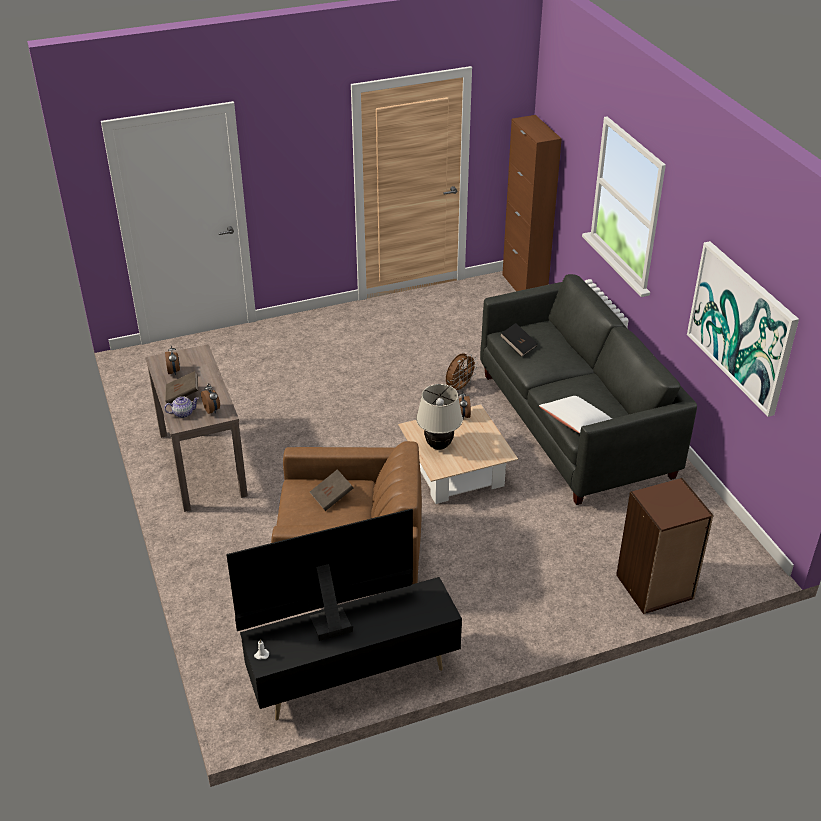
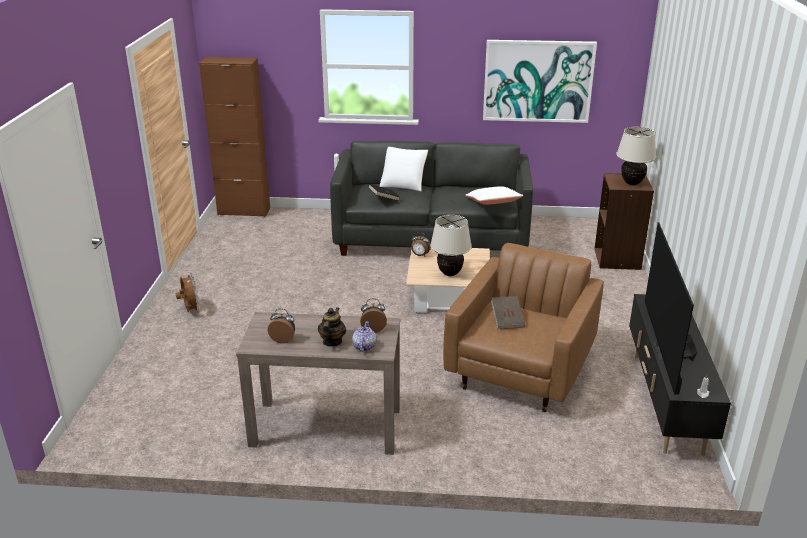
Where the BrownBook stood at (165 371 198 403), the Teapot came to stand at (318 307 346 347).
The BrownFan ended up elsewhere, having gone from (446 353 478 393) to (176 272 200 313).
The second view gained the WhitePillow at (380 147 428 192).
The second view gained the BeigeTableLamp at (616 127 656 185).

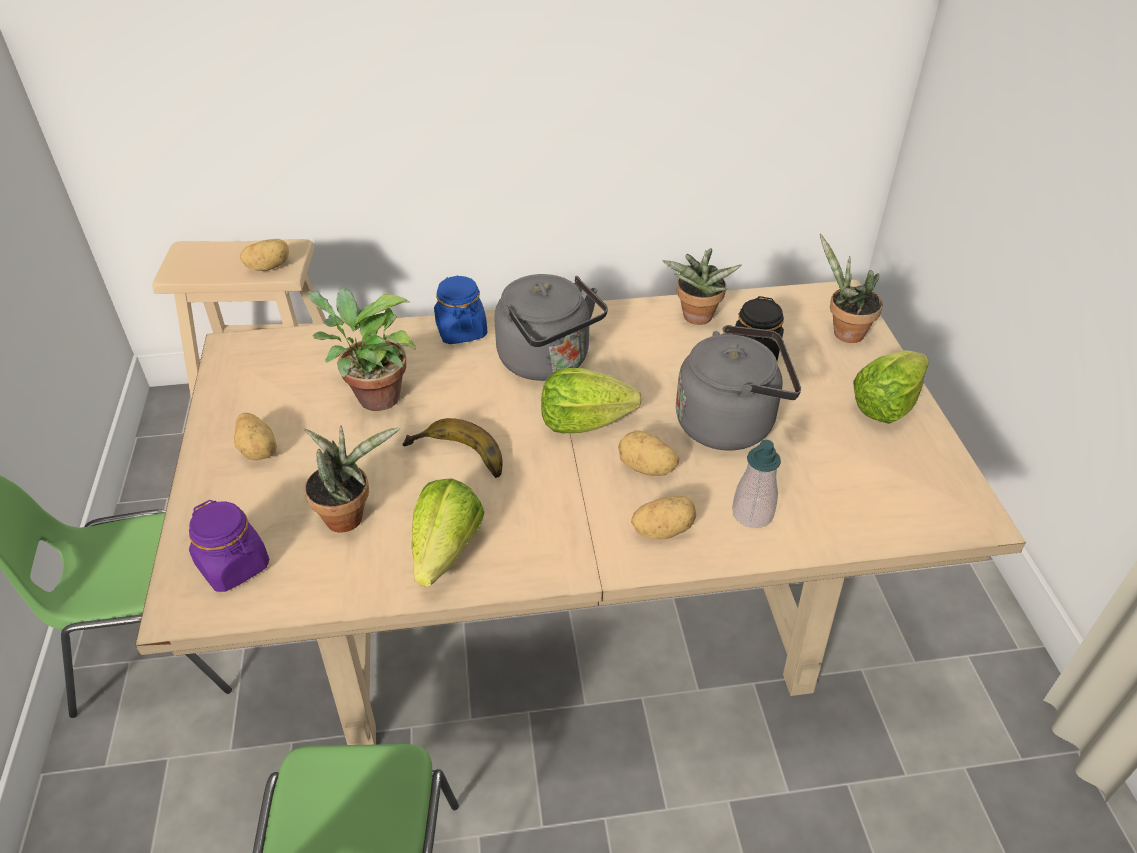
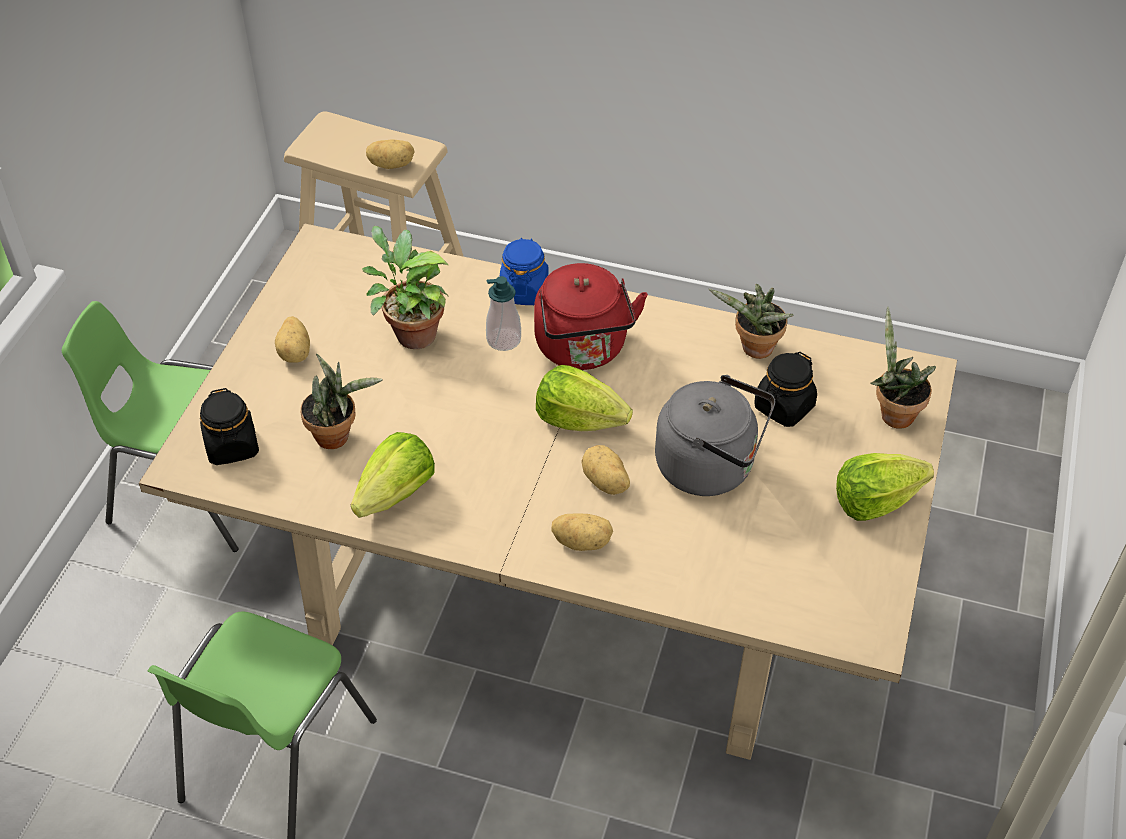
What was the PurpleJar at (189 500 269 592) turned into the BlackJar at (200 388 259 465).
The second view lost the Banana at (402 418 503 478).
What was the GreyKettle at (494 274 608 381) turned into the RedKettle at (534 263 648 370).
The SoapDispenser ended up elsewhere, having gone from (732 440 781 528) to (486 276 521 351).

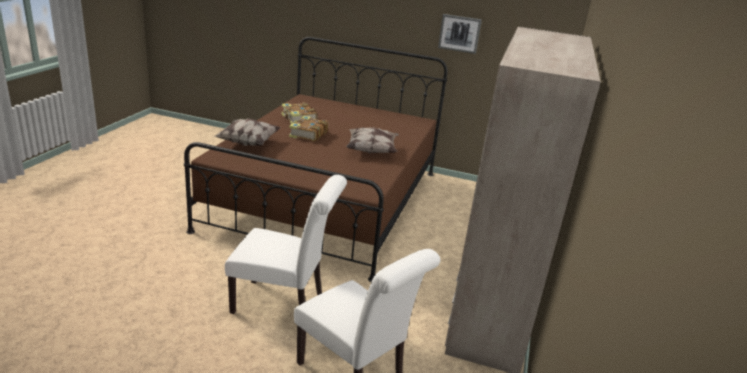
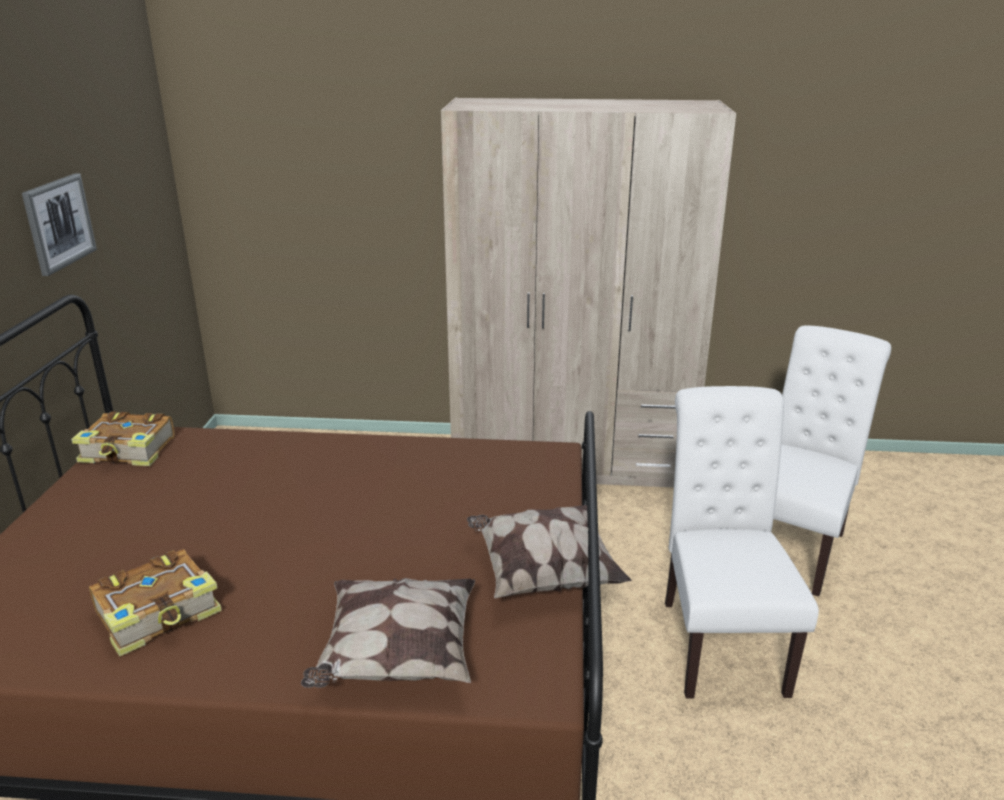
The Book ended up elsewhere, having gone from (289 116 328 142) to (71 411 175 466).
The Pillow ended up elsewhere, having gone from (346 127 399 154) to (467 505 632 598).

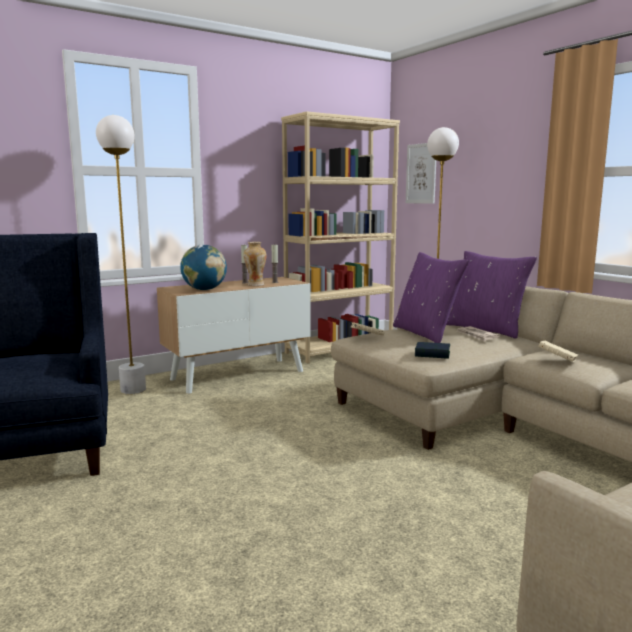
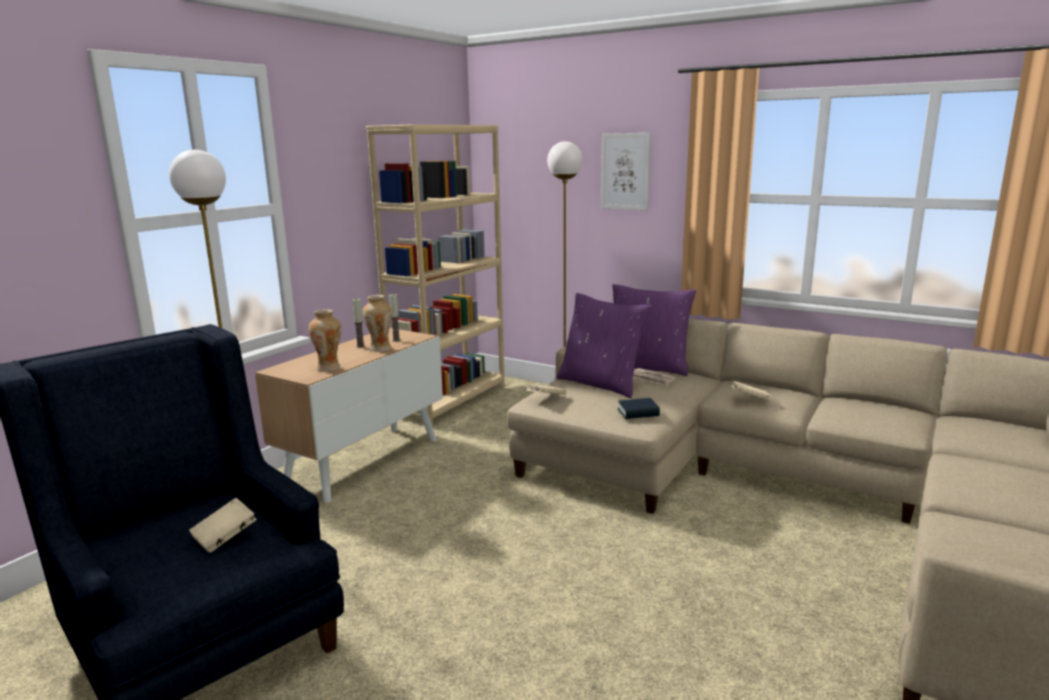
Where the Globe stood at (180 245 227 290), the Vase came to stand at (309 309 341 371).
The Picture ended up elsewhere, having gone from (406 143 436 204) to (601 133 651 210).
The second view gained the BeigeBook at (189 498 256 553).

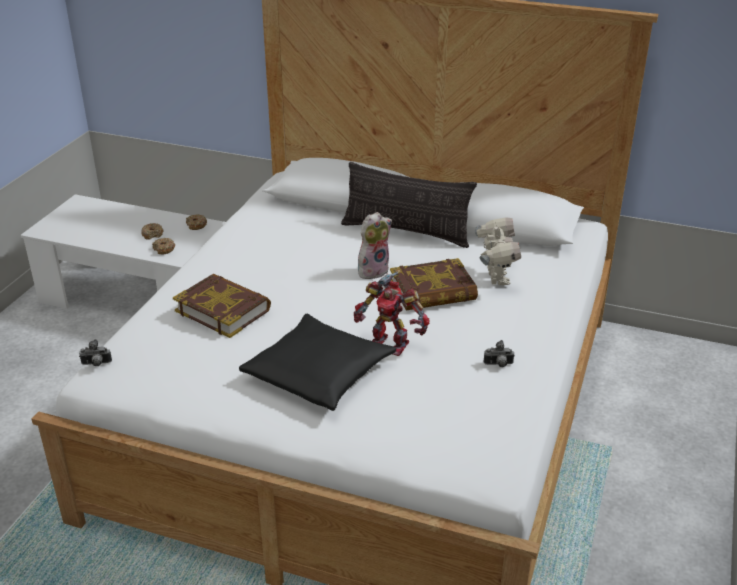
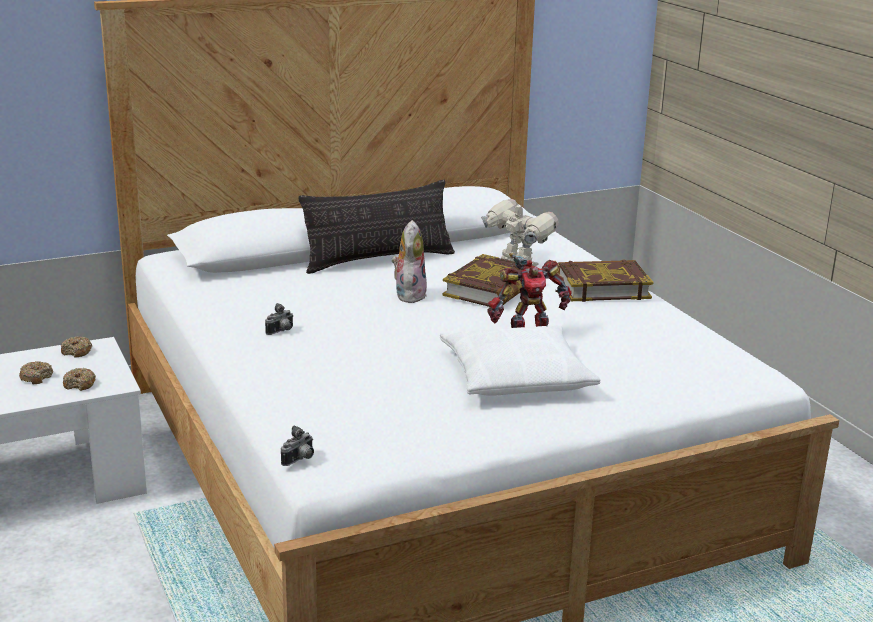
The Book ended up elsewhere, having gone from (173 274 271 338) to (558 259 653 302).
What was the BlackPillow at (239 314 396 411) turned into the WhitePillow at (440 325 601 396).
The PhotoCamera ended up elsewhere, having gone from (483 340 515 367) to (265 303 294 335).

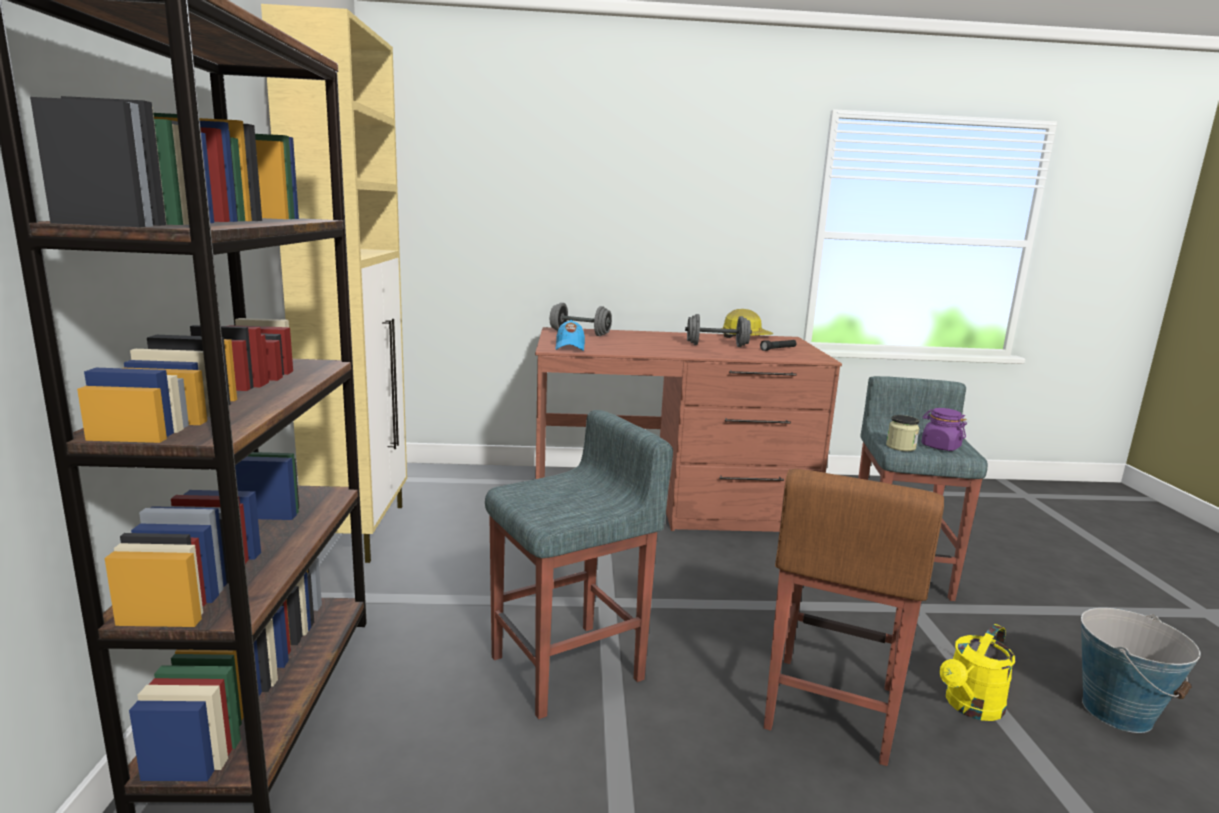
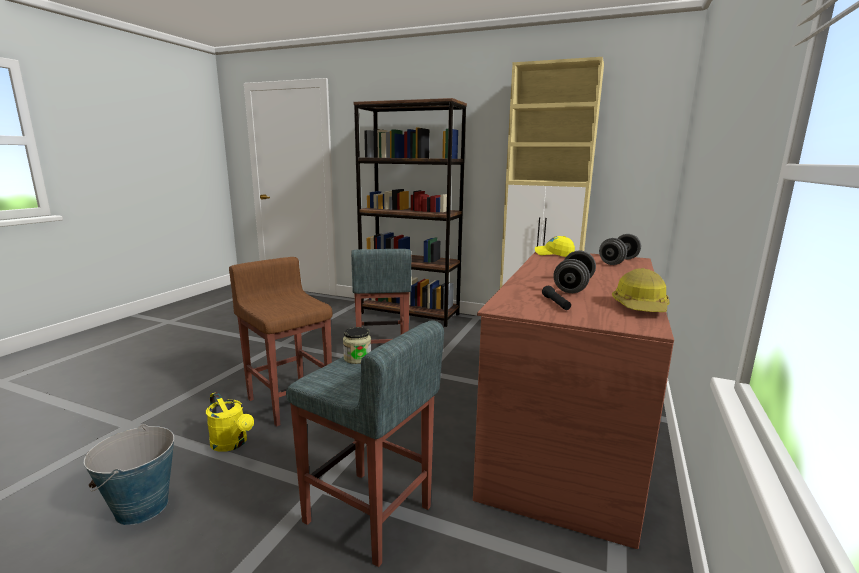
What was the BlueCap at (556 320 585 351) turned into the YellowCap at (535 236 575 257).
The second view lost the PurpleJar at (921 408 967 451).
The YellowWateringCan at (940 624 1015 721) ended up facing another way, 150 degrees clockwise from before.

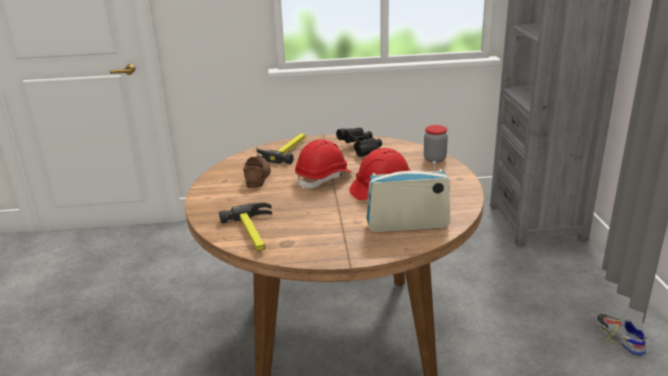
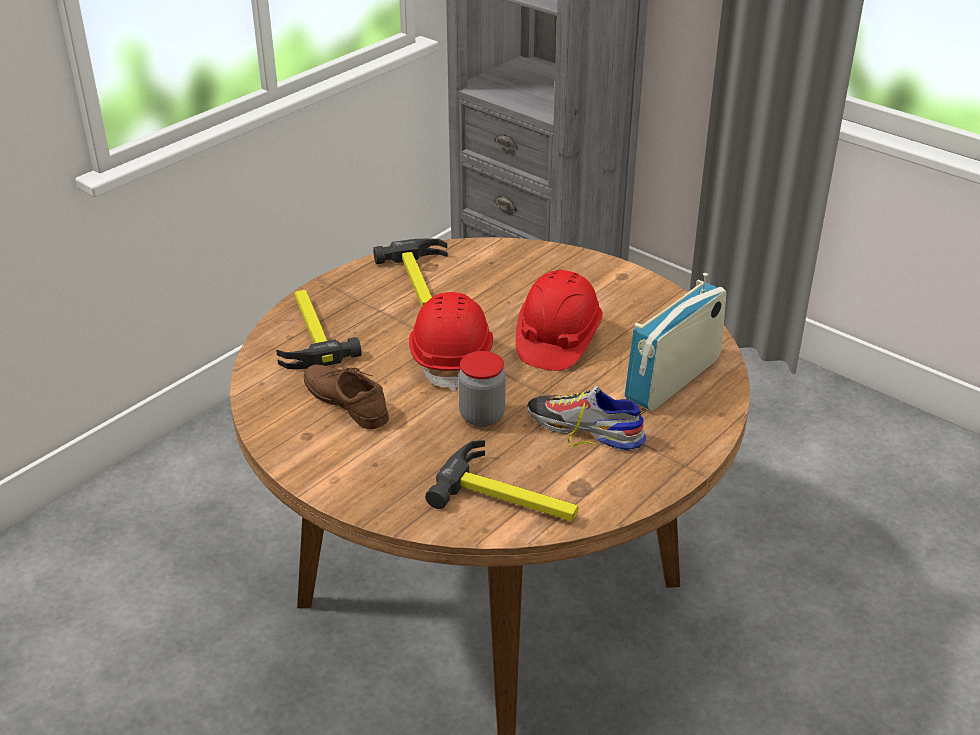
Where the BlackBinoculars stood at (336 128 382 157), the Hammer came to stand at (373 239 448 307).
The Jar ended up elsewhere, having gone from (424 125 448 163) to (459 351 506 427).
The Shoe ended up elsewhere, having gone from (596 314 647 356) to (527 386 646 451).

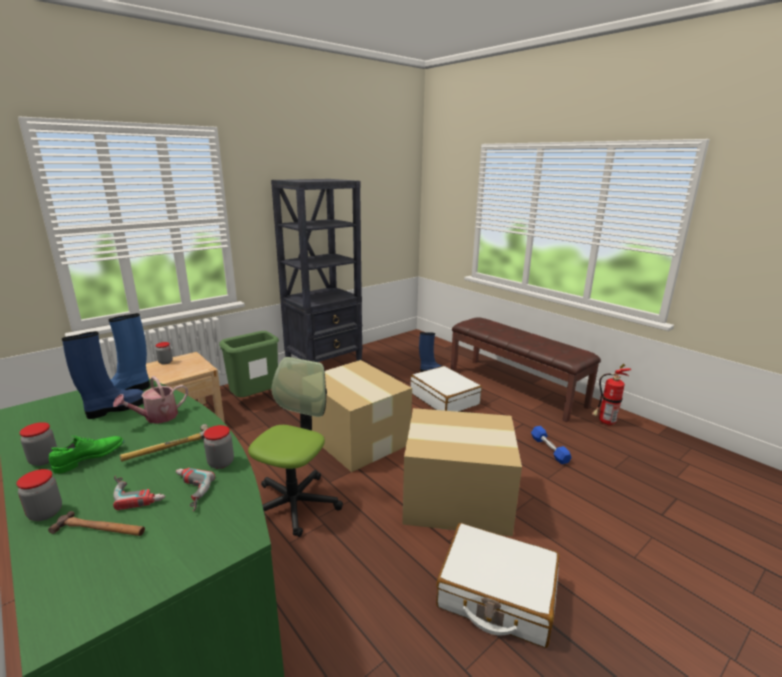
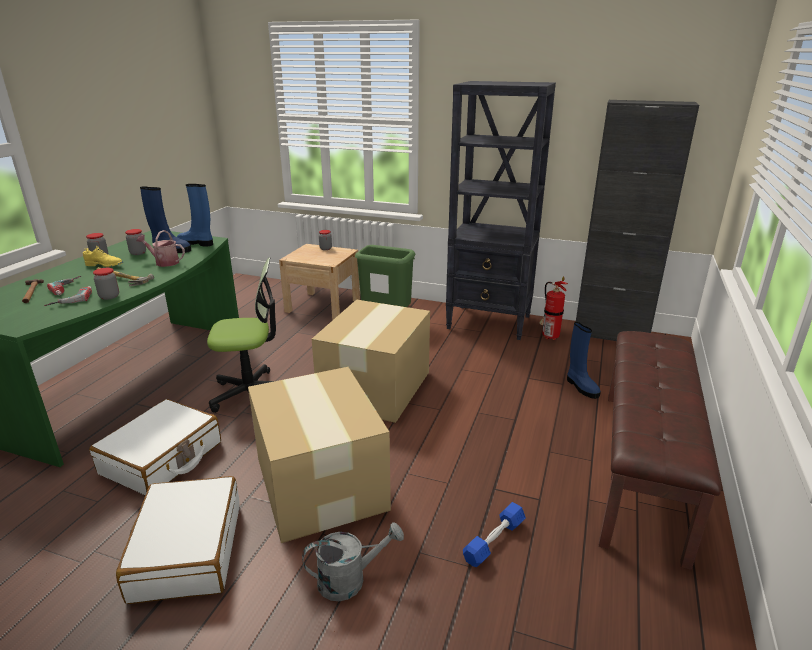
The Jar ended up elsewhere, having gone from (16 469 62 521) to (125 229 146 255).
What was the GreenShoe at (49 436 124 474) turned into the YellowShoe at (83 246 123 267).
The WhiteSuitcase ended up elsewhere, having gone from (410 366 482 412) to (89 399 221 495).
The FireExtinguisher ended up elsewhere, having gone from (592 364 631 426) to (539 276 568 340).
The second view gained the GreyWateringCan at (302 522 404 601).
The second view gained the BlackCabinet at (576 100 699 341).

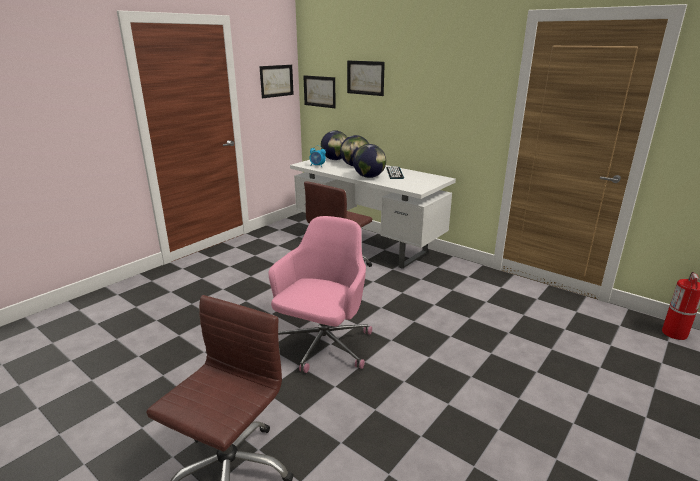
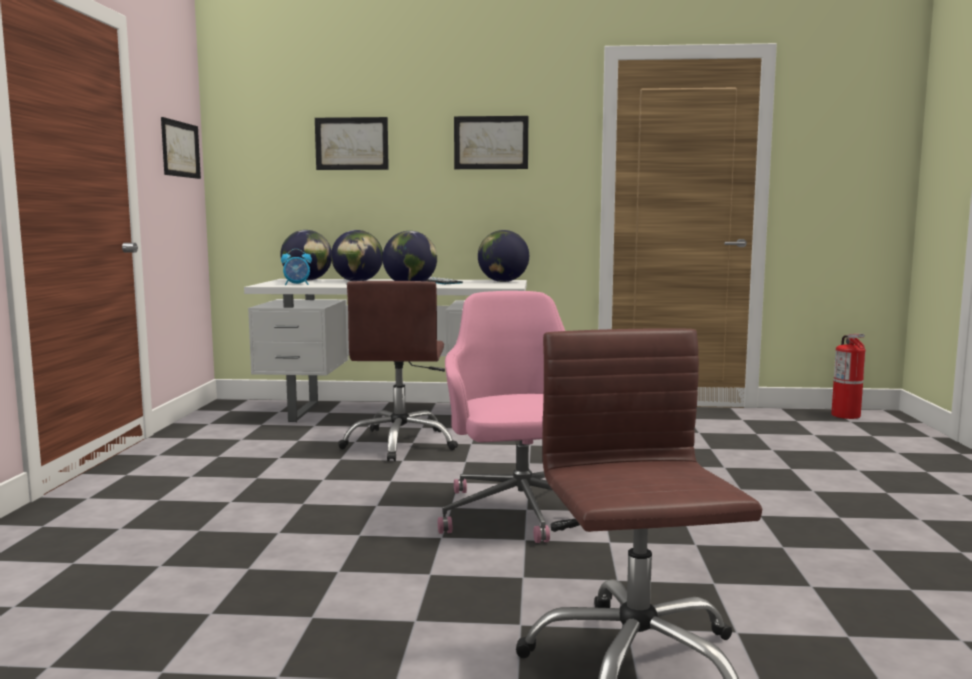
The Picture ended up elsewhere, having gone from (303 75 336 108) to (454 116 528 169).
The second view gained the Globe at (478 230 529 282).

